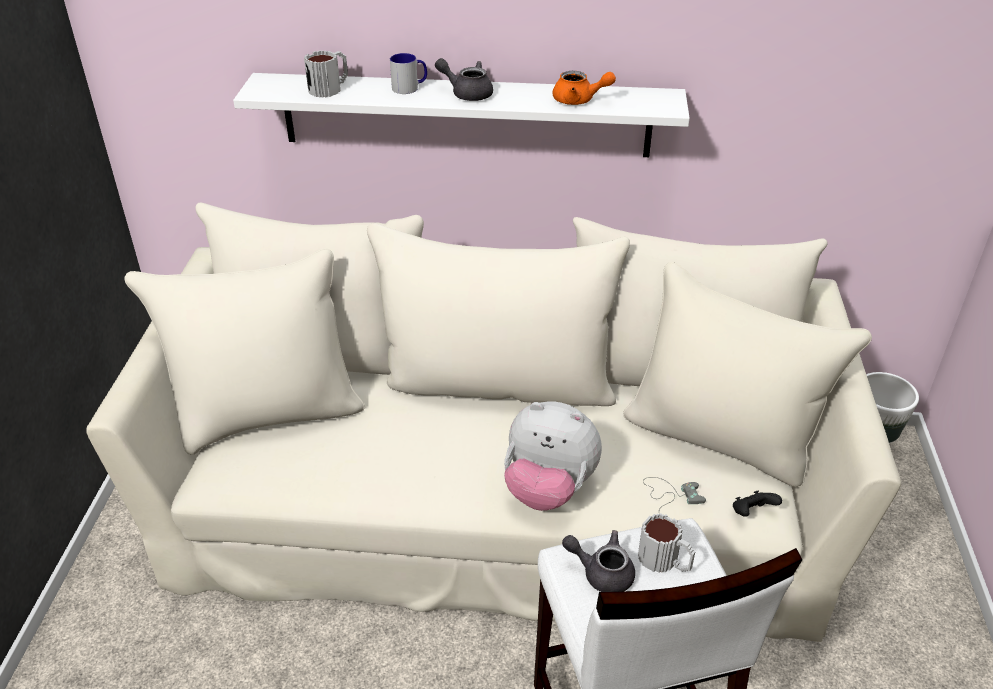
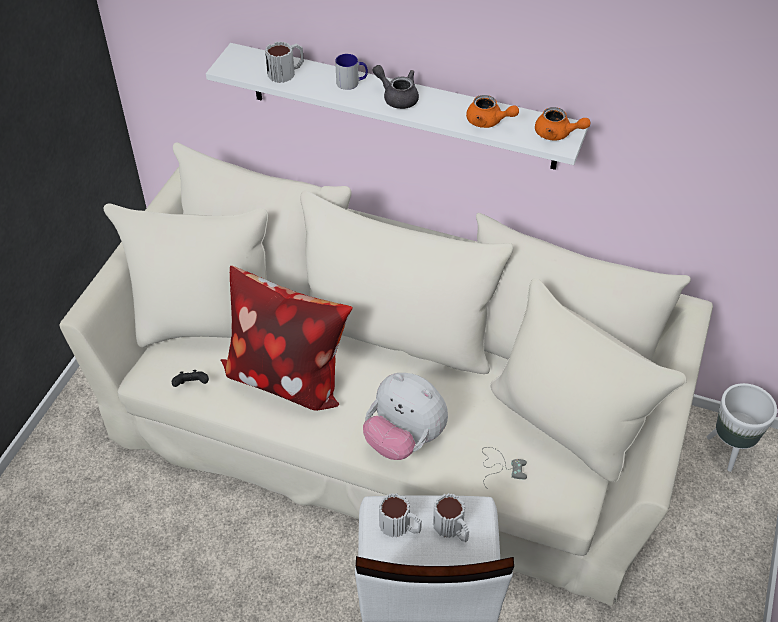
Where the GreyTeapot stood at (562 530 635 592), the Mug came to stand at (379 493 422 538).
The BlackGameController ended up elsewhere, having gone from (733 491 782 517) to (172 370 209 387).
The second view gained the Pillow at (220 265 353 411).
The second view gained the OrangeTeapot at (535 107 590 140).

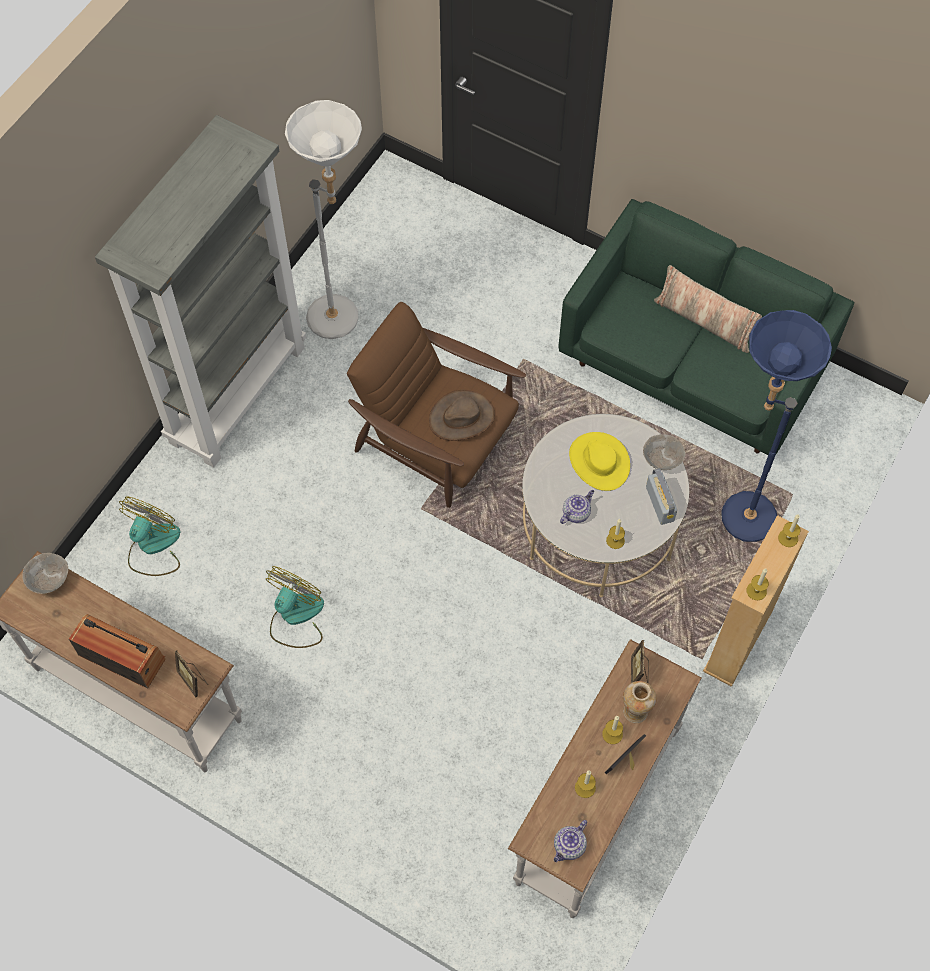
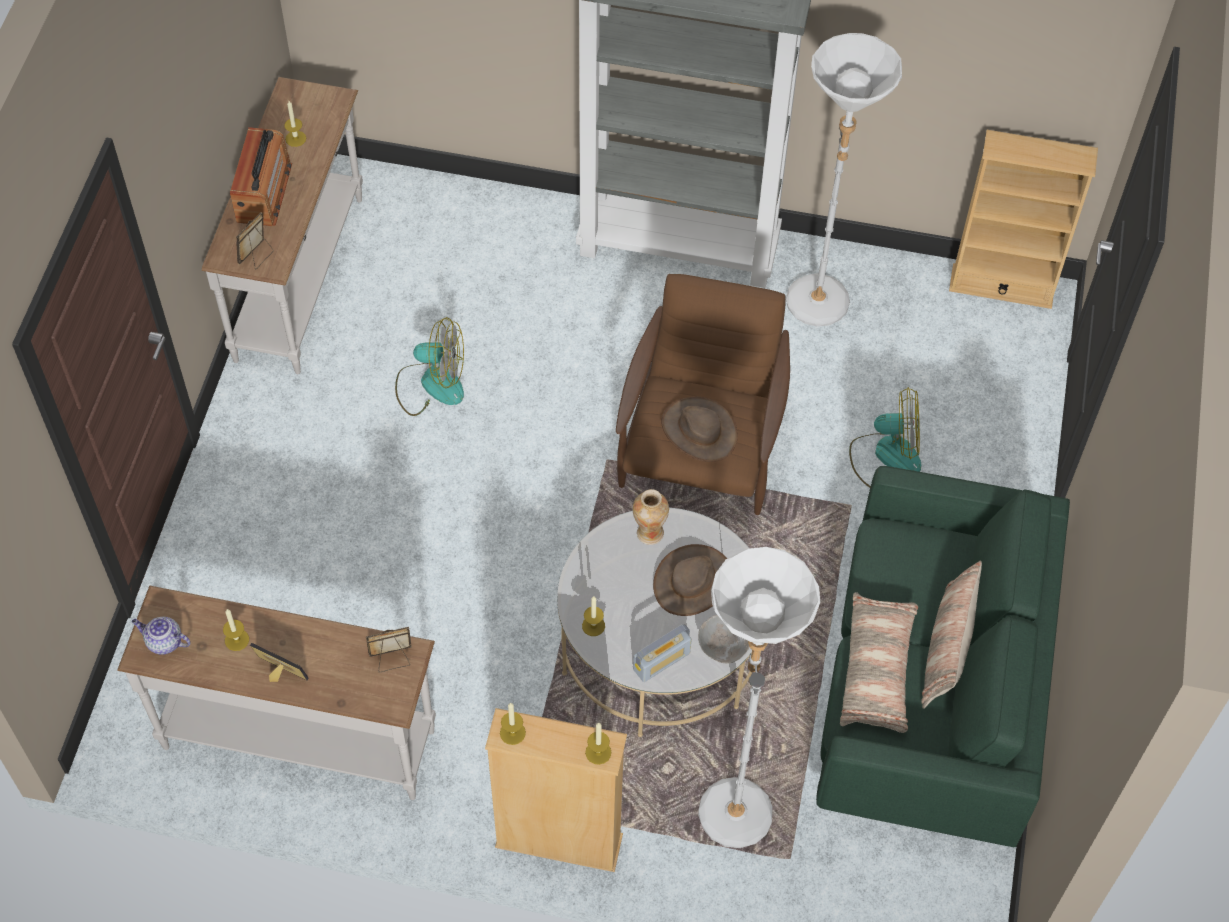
The second view lost the GreyBowl at (22 553 68 594).
The Fan ended up elsewhere, having gone from (119 496 181 576) to (849 387 921 487).
The second view lost the Teapot at (560 490 594 524).
What was the YellowHat at (569 432 630 491) turned into the BrownHat at (653 544 727 616).
The Candle ended up elsewhere, having gone from (602 716 623 744) to (284 101 306 147).
The Vase ended up elsewhere, having gone from (623 681 657 723) to (633 489 669 545).
What was the BlueFloorLamp at (722 310 832 542) turned into the WhiteFloorLamp at (698 547 820 848).
The second view gained the Pillow at (840 592 918 733).
The second view gained the BeigeBookcase at (949 130 1098 309).

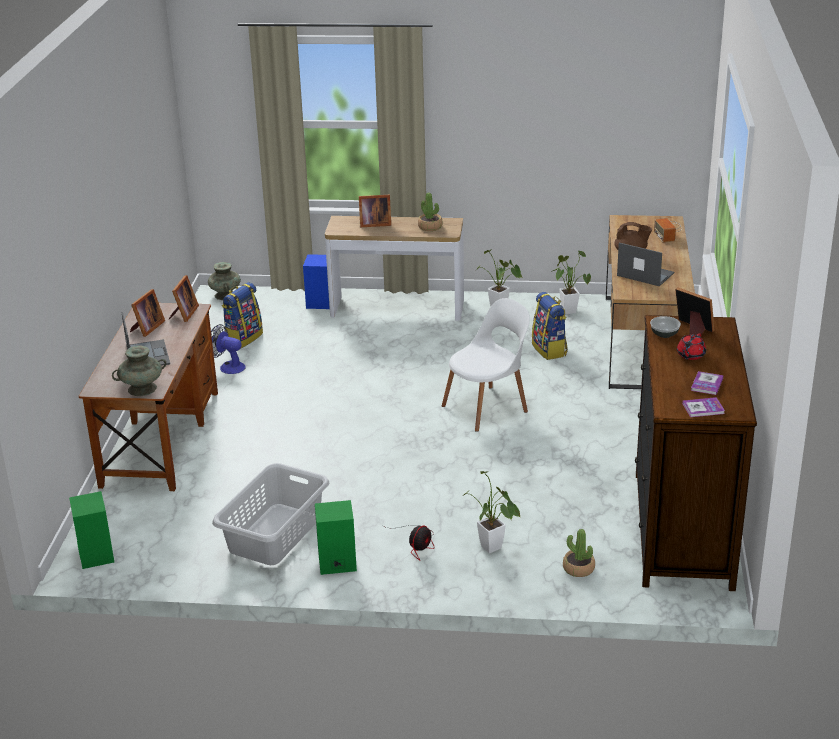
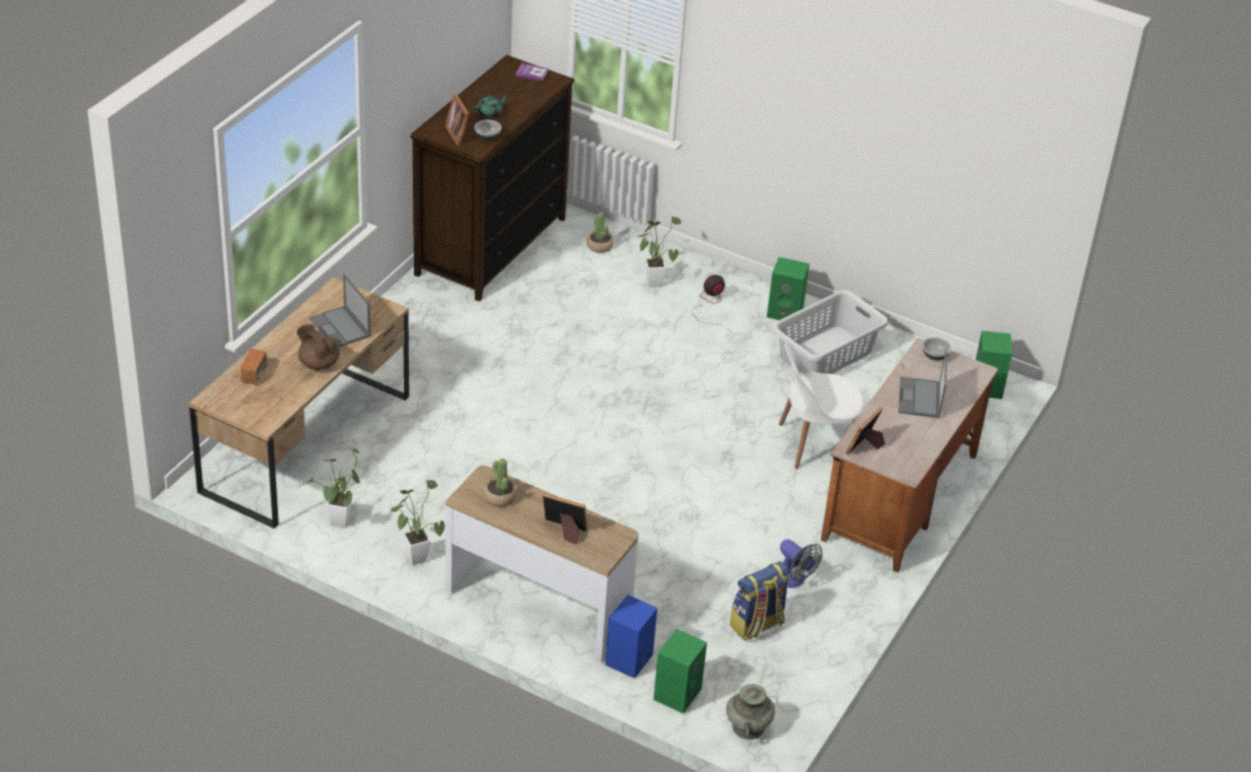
Where the TurquoiseVase stood at (112 346 166 396), the Bowl came to stand at (923 337 951 360).
The second view lost the PictureFrame at (130 289 165 337).
The WhiteChair ended up elsewhere, having gone from (442 298 530 432) to (779 342 865 469).
The second view lost the Backpack at (532 292 568 360).
What was the RedTeapot at (677 333 706 360) turned into the GreenTeapot at (473 94 508 118).
The second view lost the Book at (691 371 724 395).
The second view gained the GreenSpeaker at (653 629 707 714).

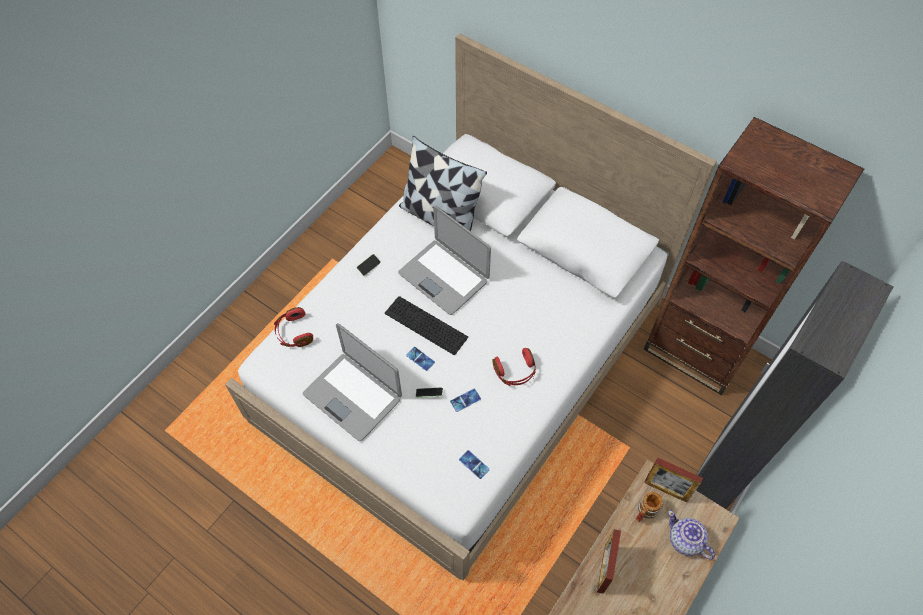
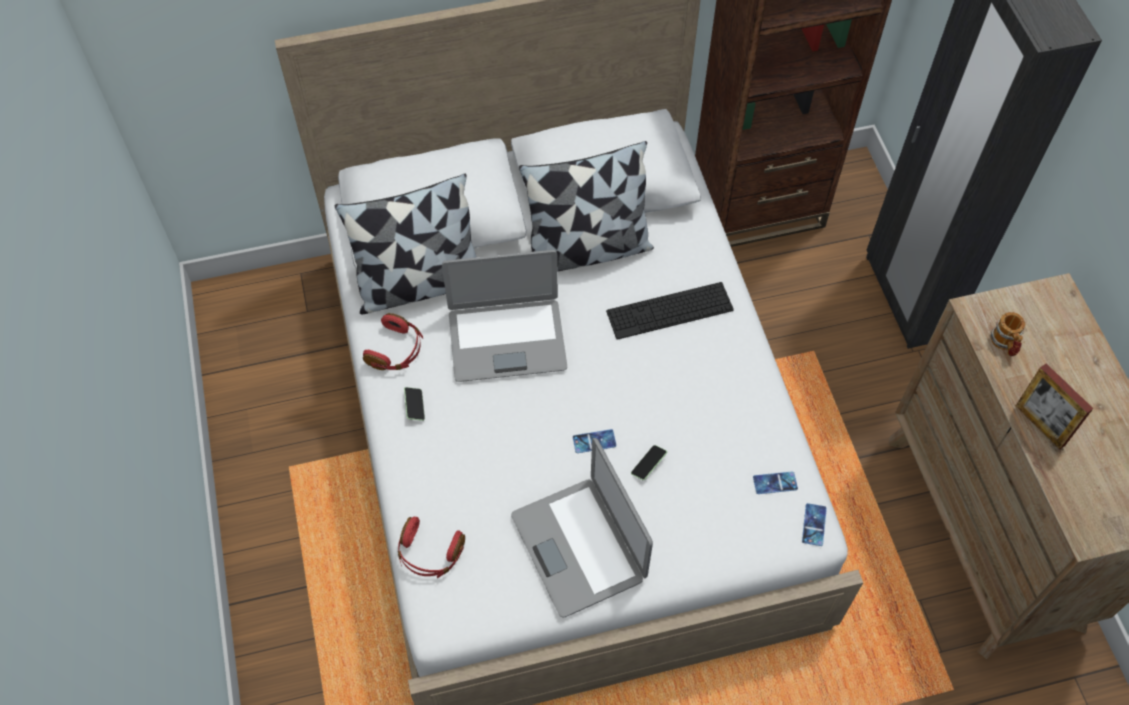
The Laptop at (303 323 402 441) ended up facing another way, 75 degrees clockwise from before.
The Keyboard ended up elsewhere, having gone from (385 296 468 355) to (606 282 734 340).
The Phone ended up elsewhere, having gone from (450 389 481 412) to (802 503 827 546).
The RedHeadphones ended up elsewhere, having gone from (493 348 536 386) to (363 313 423 370).
The second view lost the PictureFrame at (644 458 703 503).
The second view lost the Teapot at (668 511 715 560).
The second view gained the Pillow at (519 141 654 271).

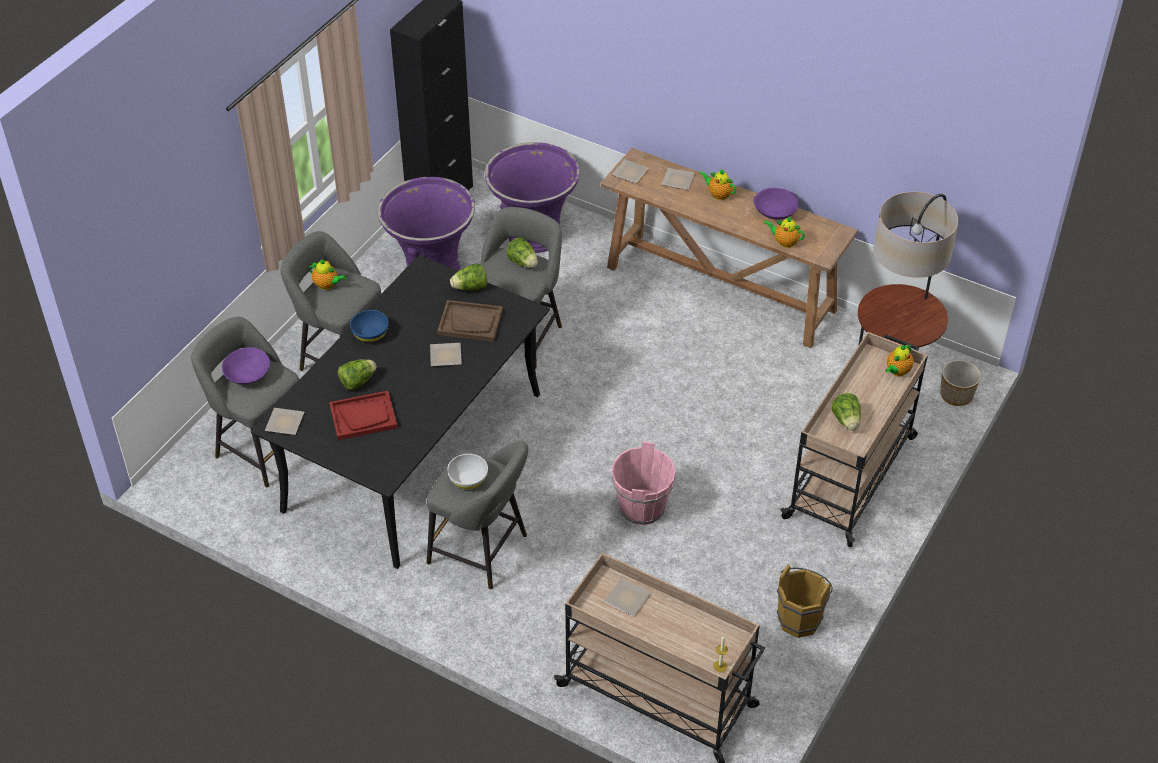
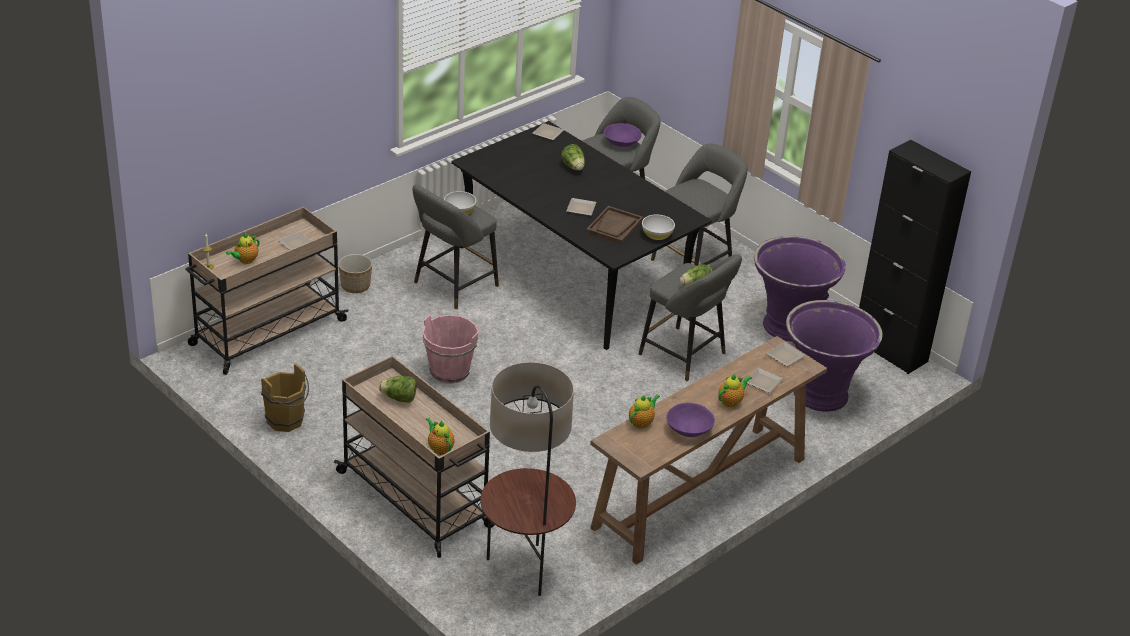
The Teapot ended up elsewhere, having gone from (309 259 347 290) to (226 233 260 264).
The second view lost the RedTray at (329 391 398 440).
The second view lost the BlueBowl at (350 310 389 342).
Where the Lettuce stood at (450 264 487 291), the WhiteBowl came to stand at (642 215 675 240).
The Planter ended up elsewhere, having gone from (940 360 981 406) to (338 254 372 293).

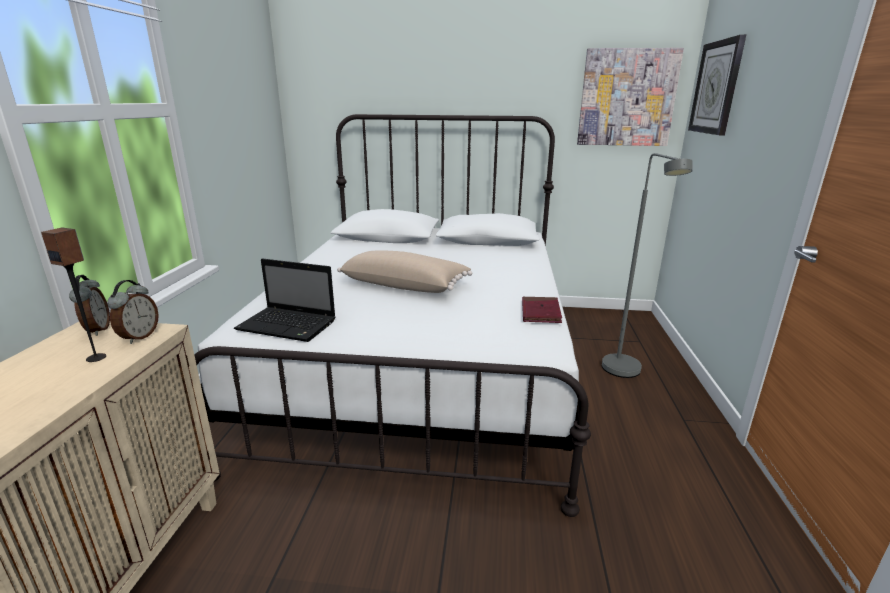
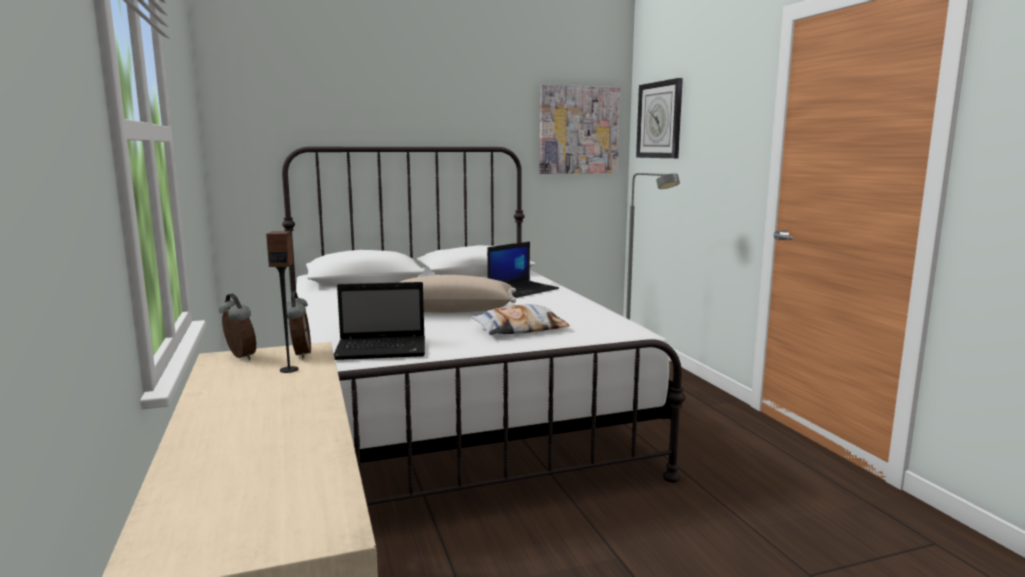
The second view lost the RedBook at (522 297 562 323).
The second view gained the Pillow at (471 304 570 335).
The second view gained the Laptop at (487 242 559 298).

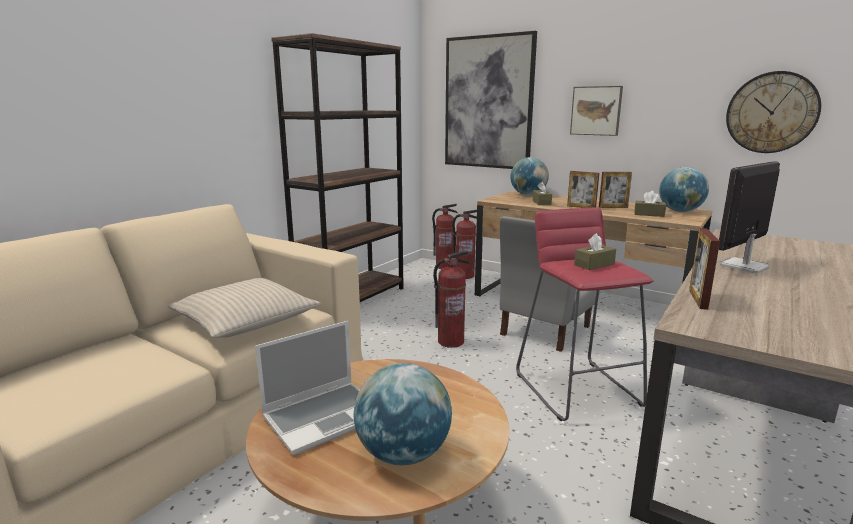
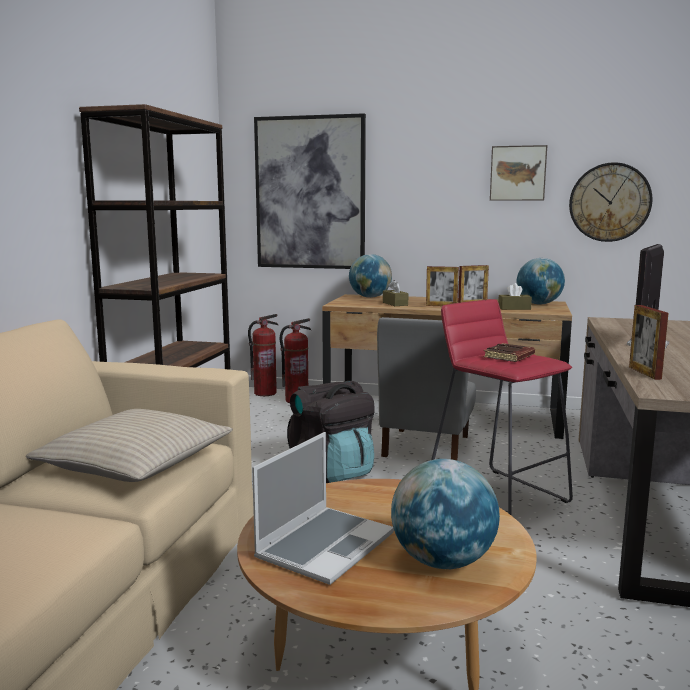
Where the FireExtinguisher stood at (433 250 469 348), the BlackBackpack came to stand at (287 381 374 483).
The Picture ended up elsewhere, having gone from (570 86 623 136) to (490 145 547 201).
Where the BrownTissueBox stood at (574 233 616 270), the BrownBook came to stand at (484 343 535 362).

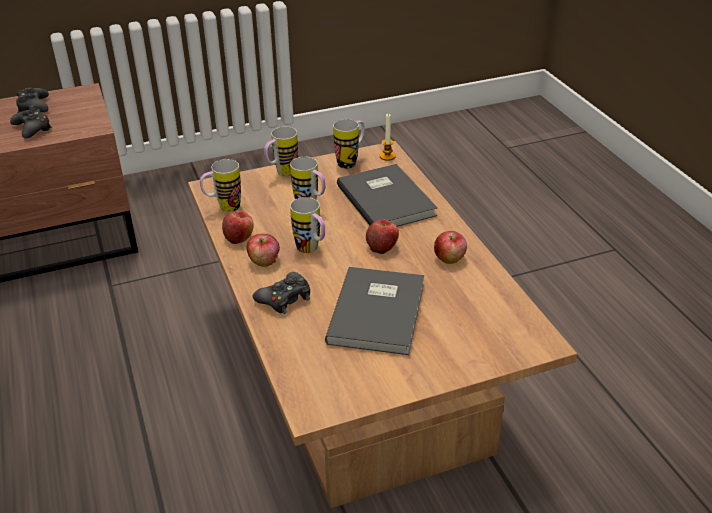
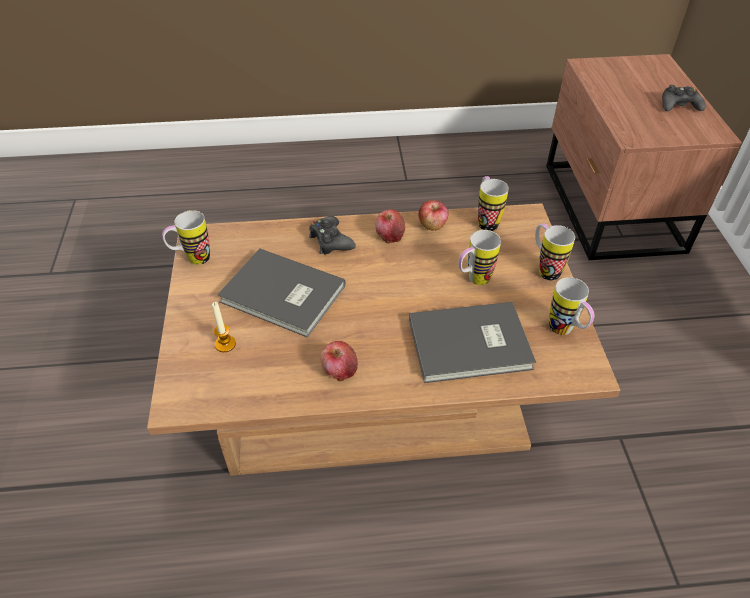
The second view lost the BlackGameController at (10 105 52 139).
The Mug ended up elsewhere, having gone from (290 197 325 253) to (162 210 210 265).
The second view lost the Apple at (366 220 399 254).
The Candle ended up elsewhere, having gone from (380 114 396 161) to (212 302 236 352).

